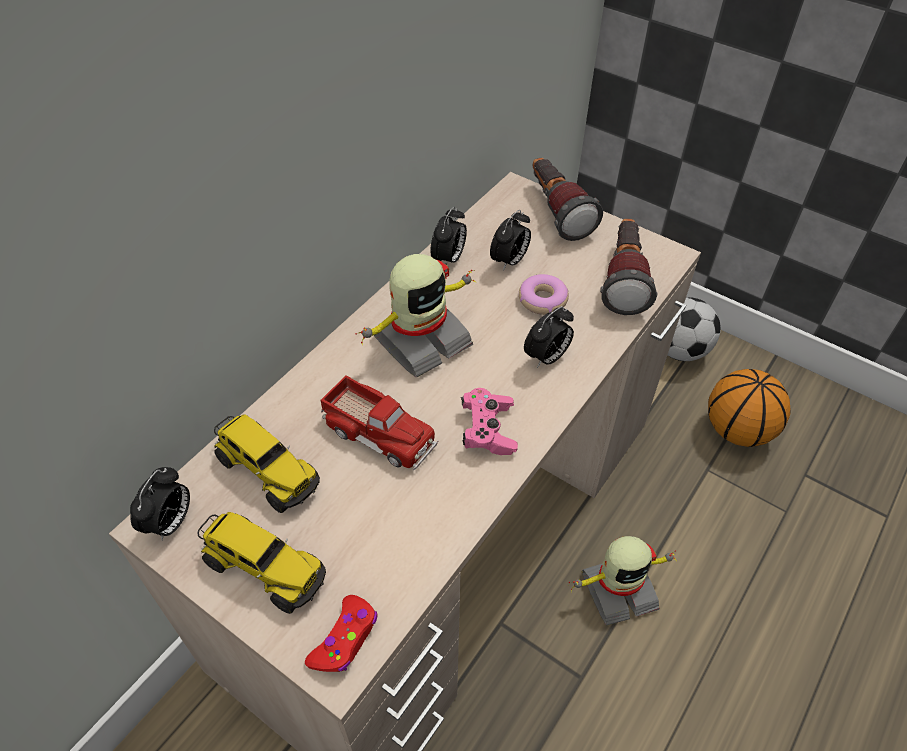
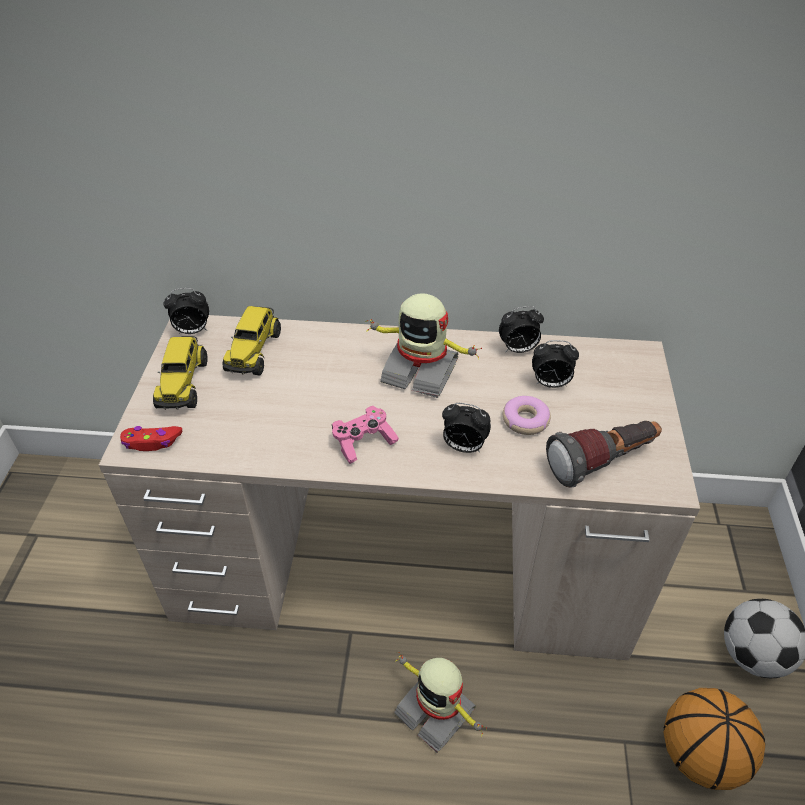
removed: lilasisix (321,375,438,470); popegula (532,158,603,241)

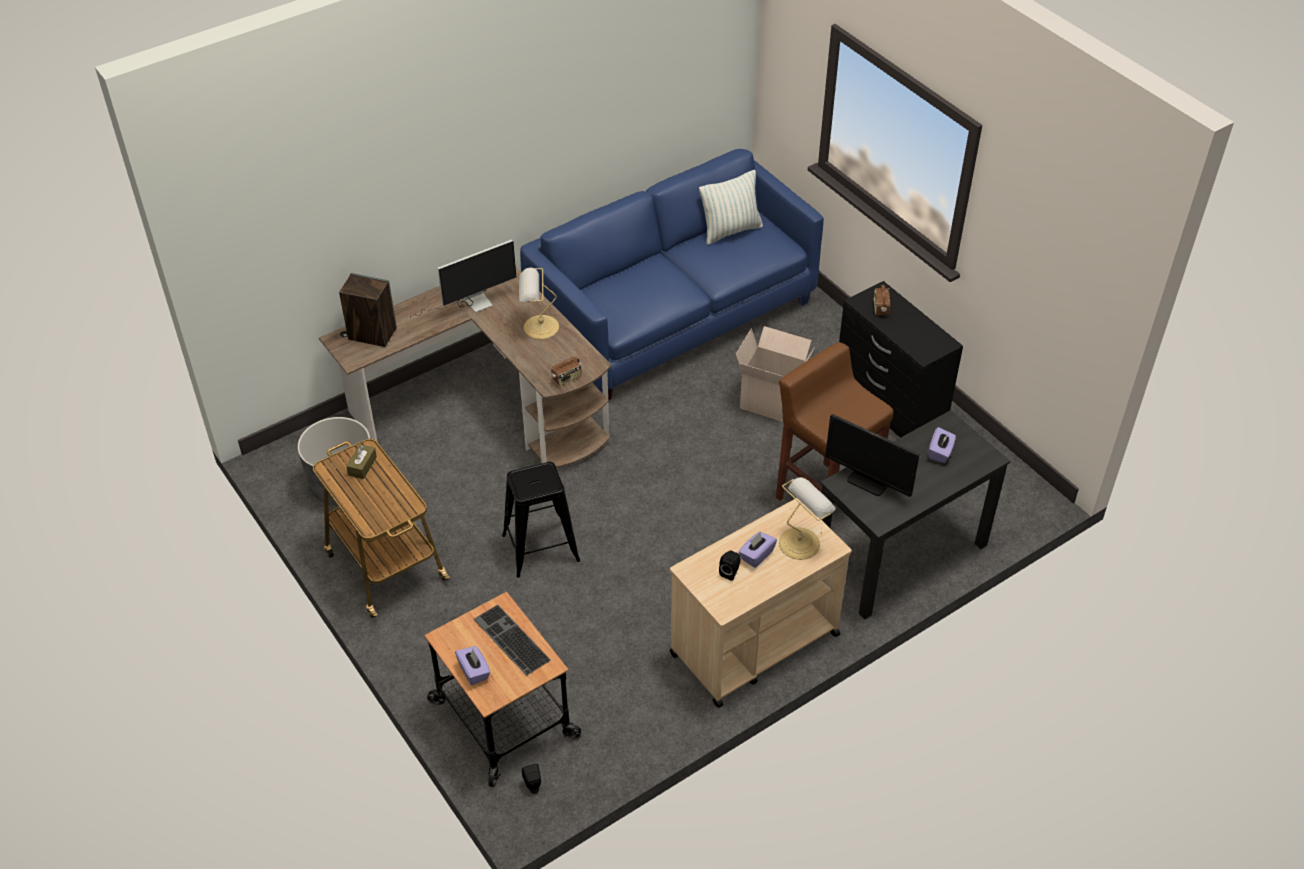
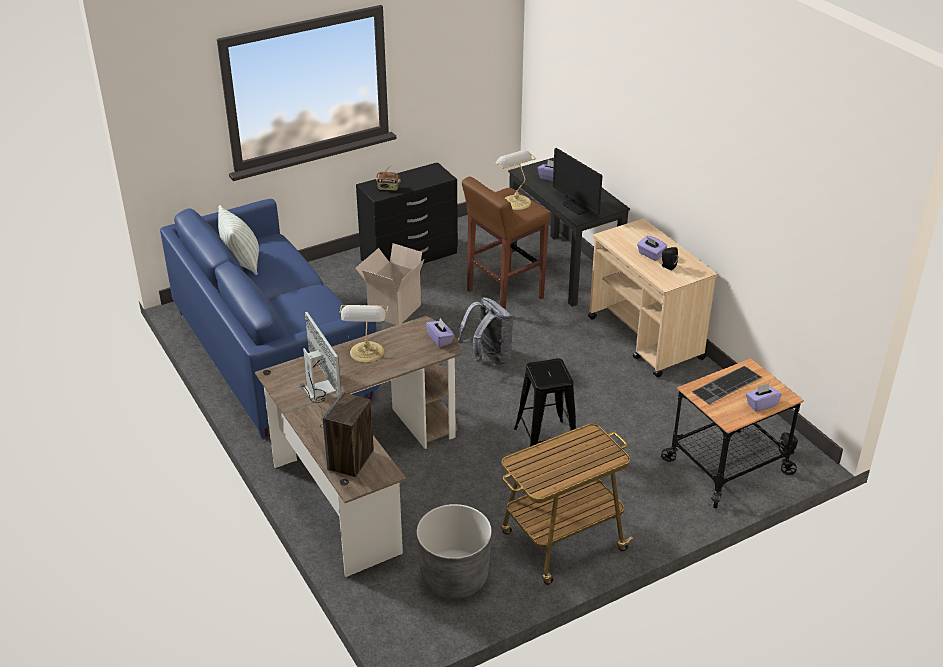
removed: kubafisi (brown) (346,444,377,479)
added: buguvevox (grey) (458,297,514,365)
moved: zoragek (779,477,835,560) to (496,150,536,210)
replaced: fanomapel (551,350,582,386) to kubafisi (purple) (426,318,454,347)
turned: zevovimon (825,414,920,497) = (553,148,602,215) 105 degrees clockwise

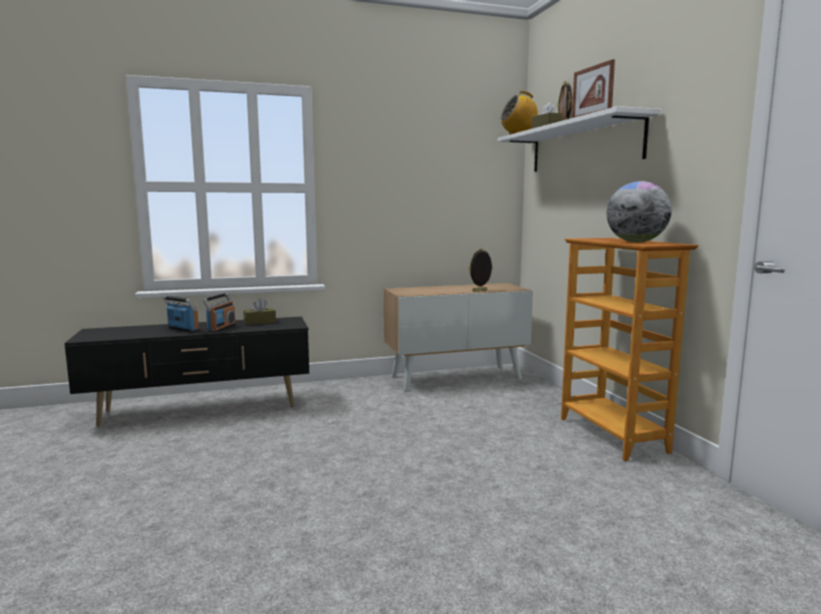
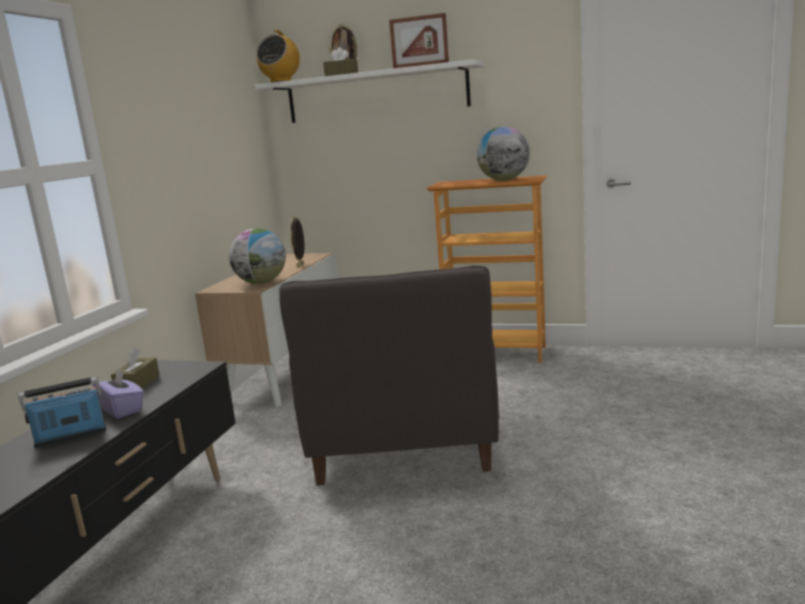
added: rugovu (229,228,286,284); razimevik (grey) (279,266,499,485)
replaced: fanomapel (202,293,236,332) to kubafisi (purple) (93,368,144,419)

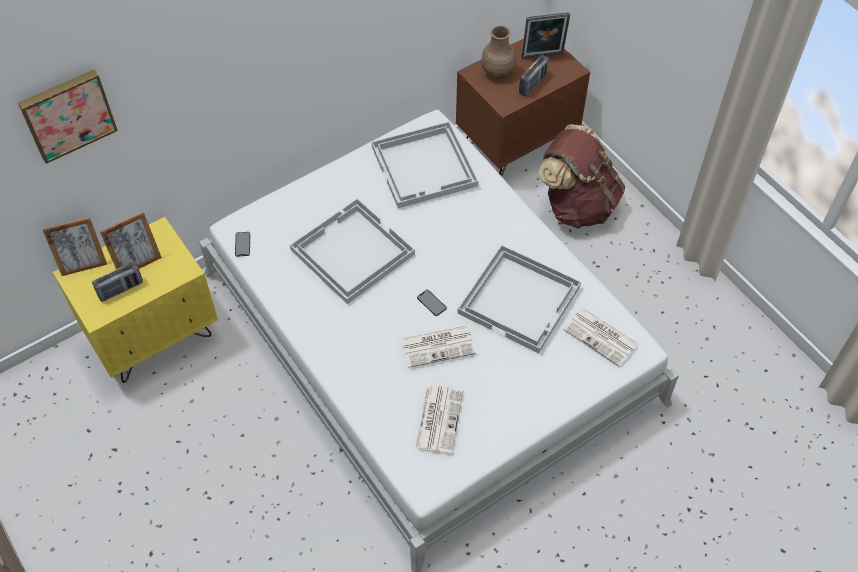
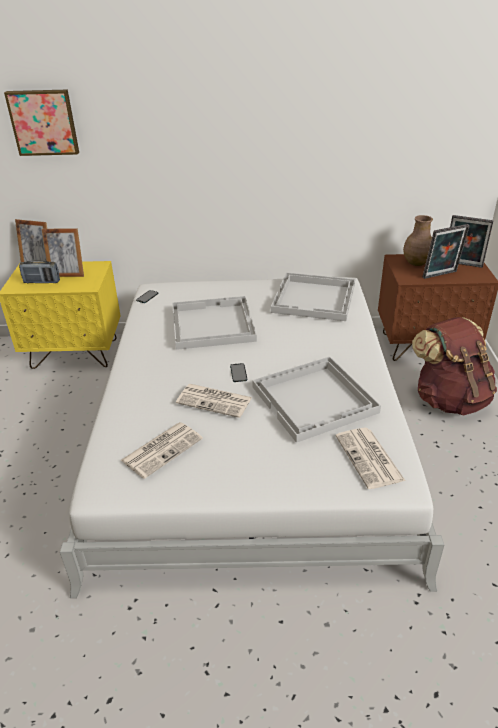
replaced: fanomapel (519,55,549,96) to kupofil (423,224,470,279)

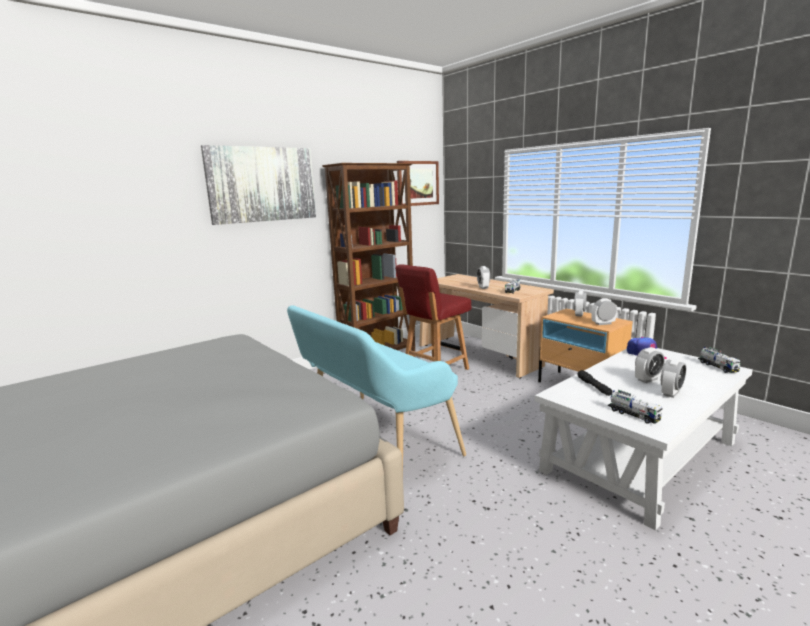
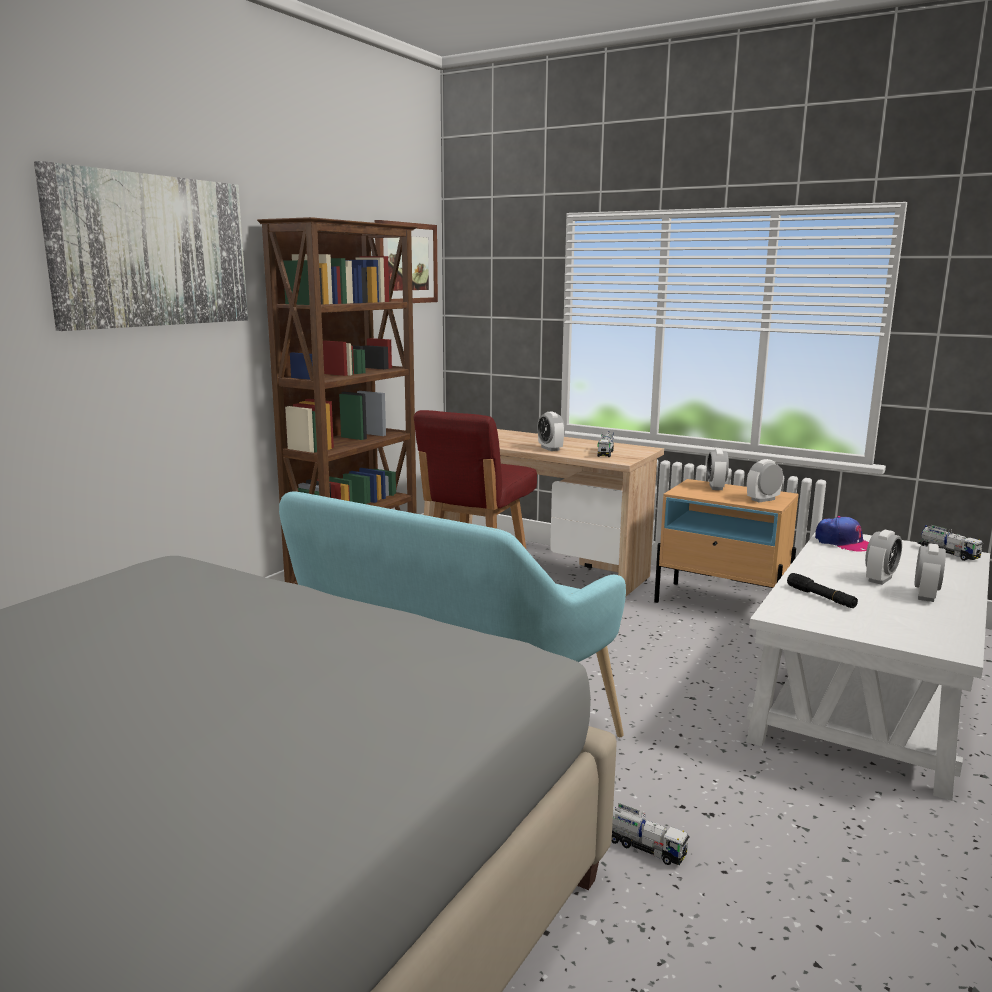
moved: lilasisix (608,390,663,424) to (612,803,690,865)

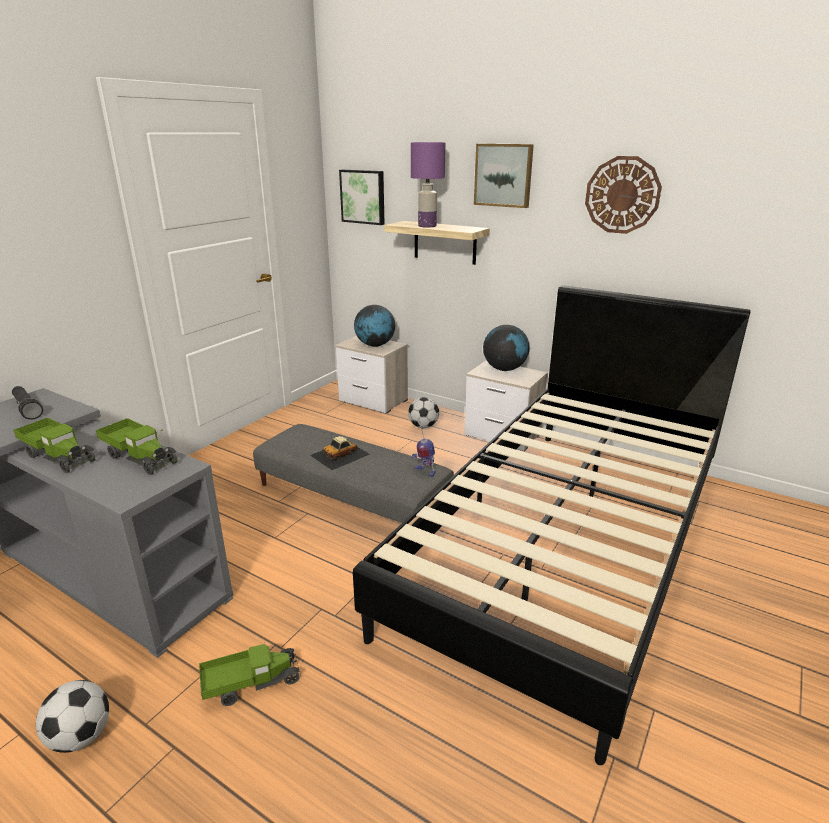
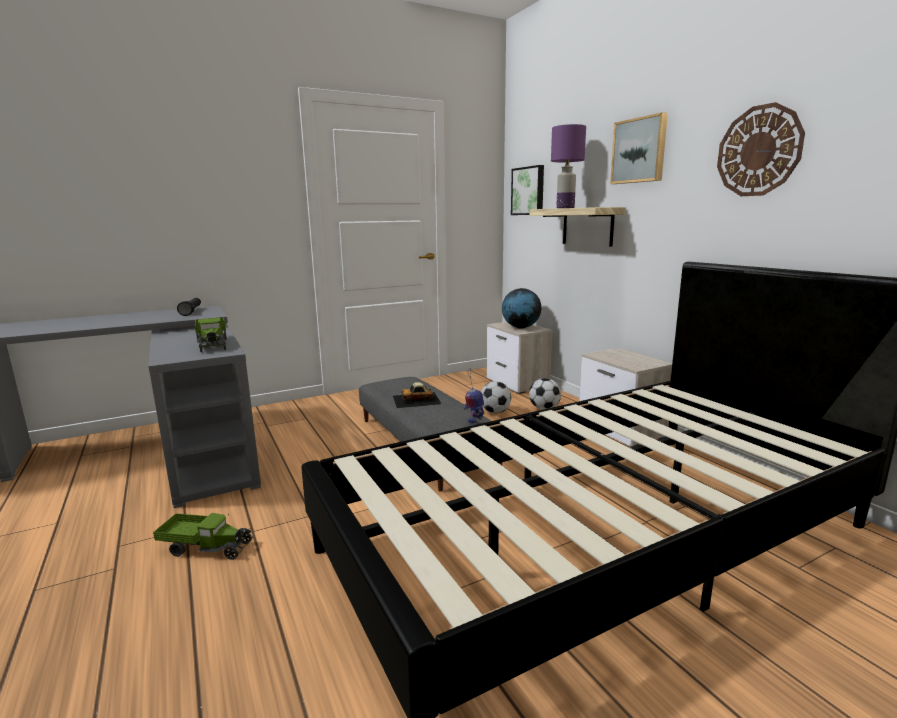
removed: lilasisix (13,418,96,473); rugovu (483,325,530,371)
moved: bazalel (36,680,109,753) to (481,381,511,414)

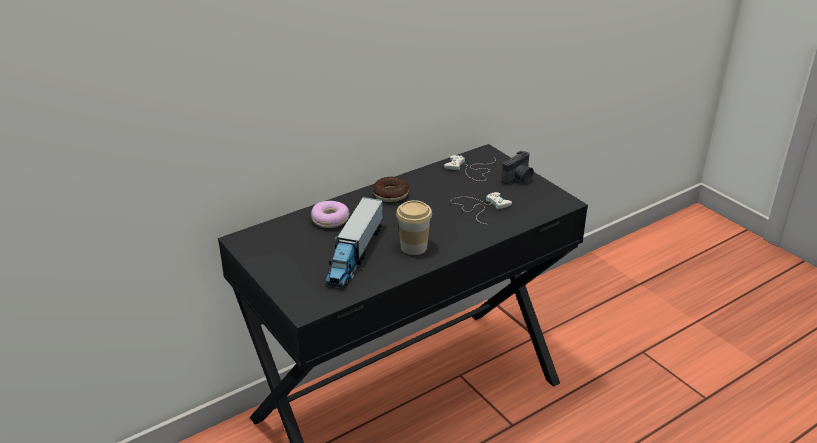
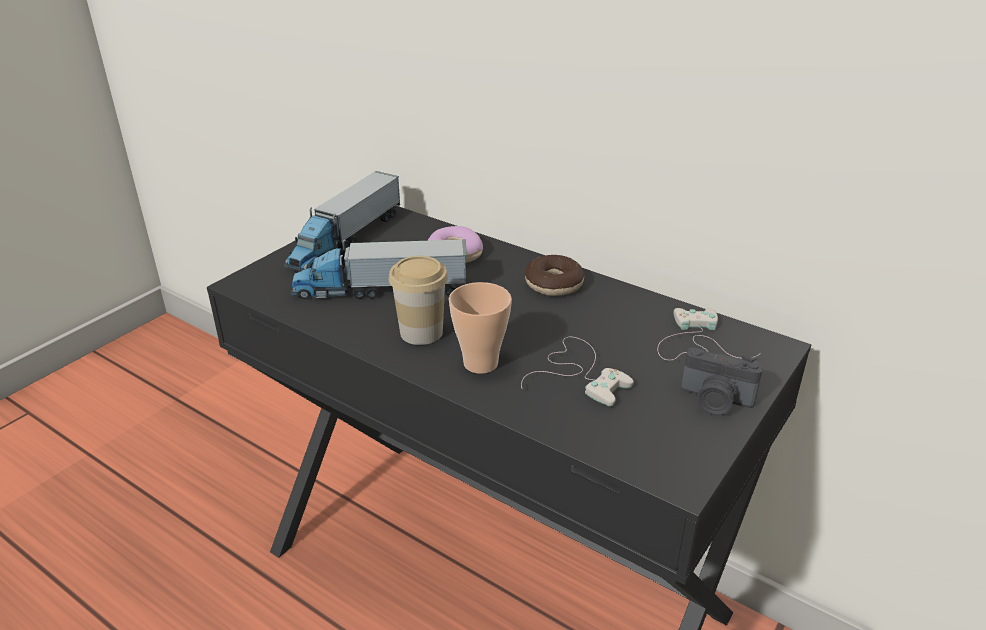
added: lilasisix (284,171,400,271); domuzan (449,282,512,374)

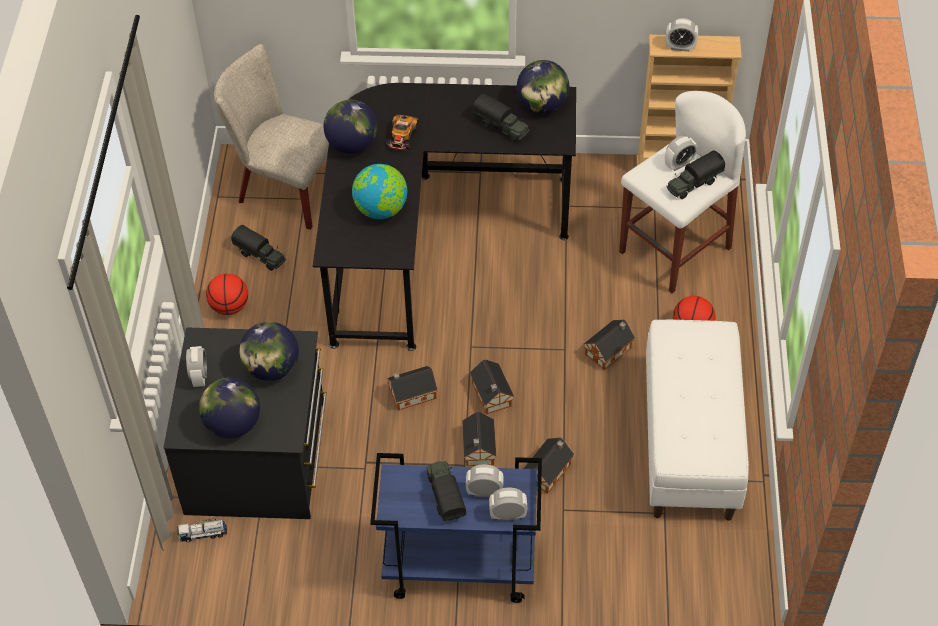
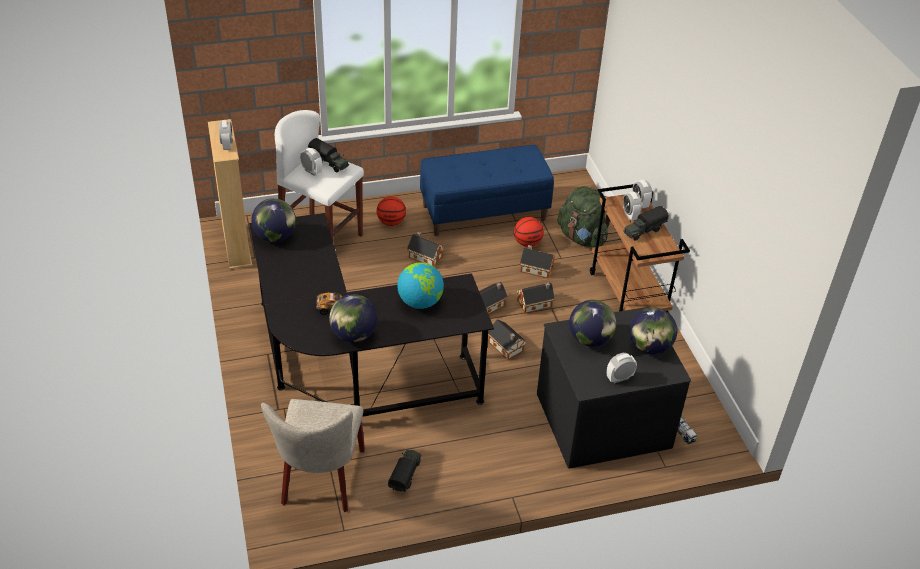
removed: lilasisix (473,93,529,142)
added: buguvevox (green) (558,186,611,247)
moved: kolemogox (206,273,248,315) to (514,217,544,247)
recoloured: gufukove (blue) (370,453,542,603) to gufukove (brown) (590,184,690,312); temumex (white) (646,320,749,520) to temumex (blue) (420,145,554,236)

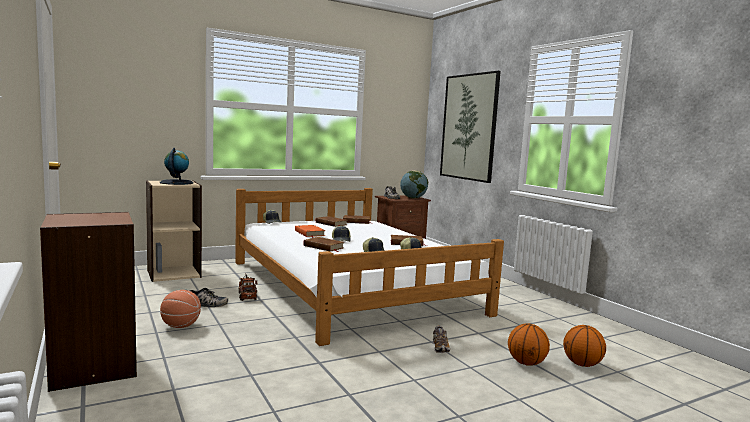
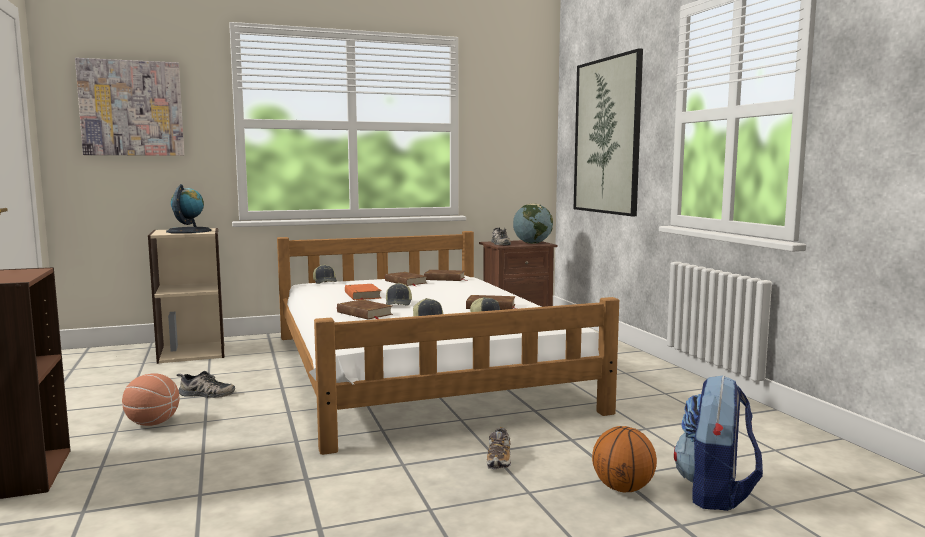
removed: lilasisix (239,275,257,301)
added: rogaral (75,58,184,156)
replaced: kolemogox (563,325,606,367) to buguvevox (674,375,763,511)

